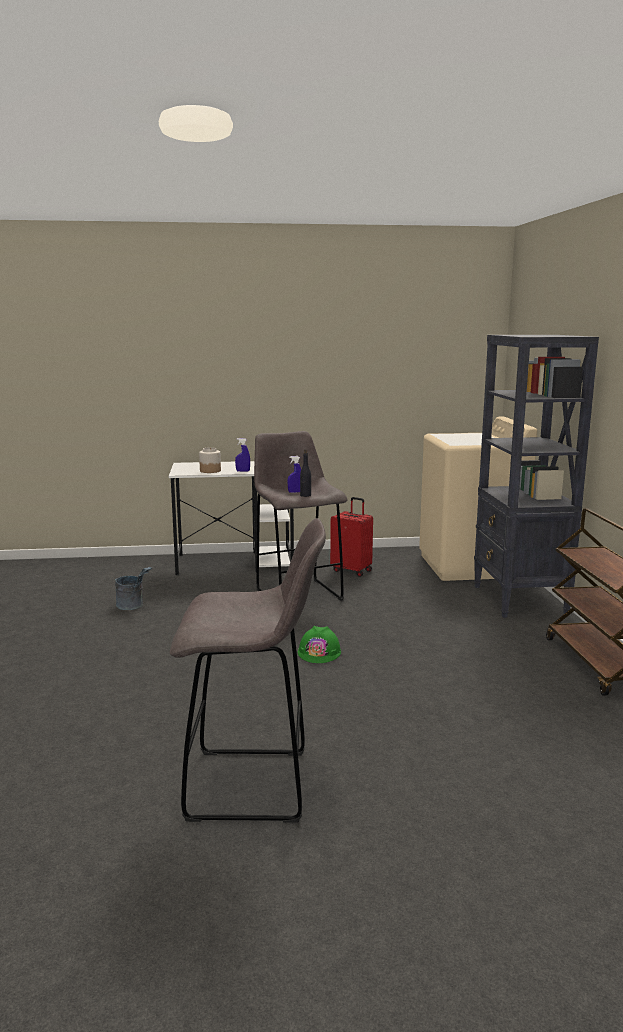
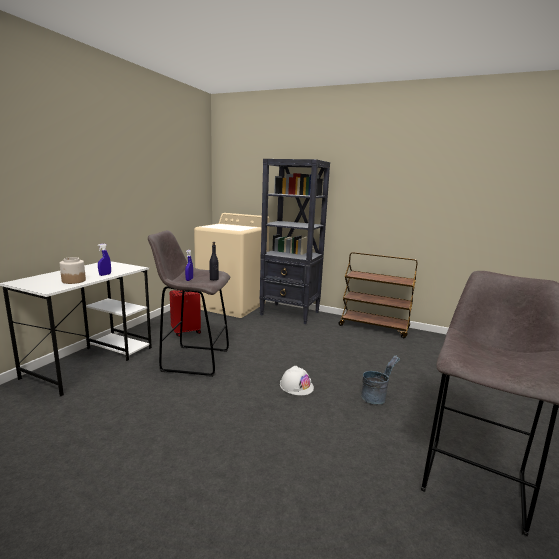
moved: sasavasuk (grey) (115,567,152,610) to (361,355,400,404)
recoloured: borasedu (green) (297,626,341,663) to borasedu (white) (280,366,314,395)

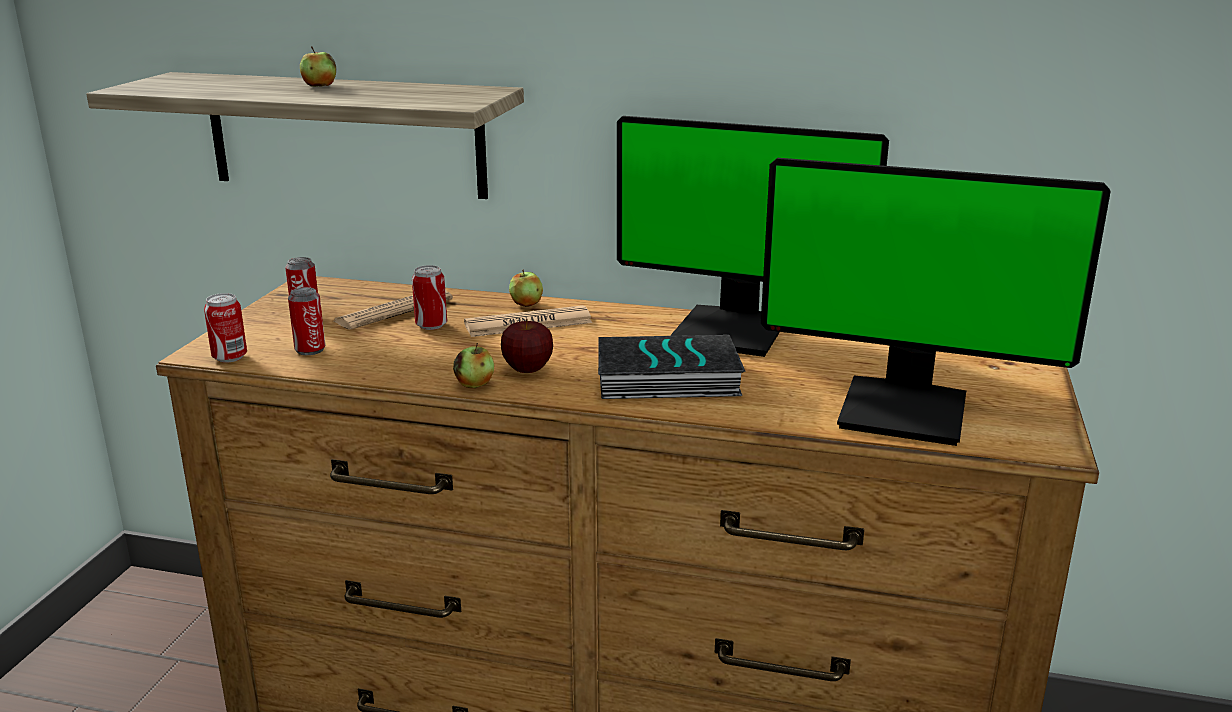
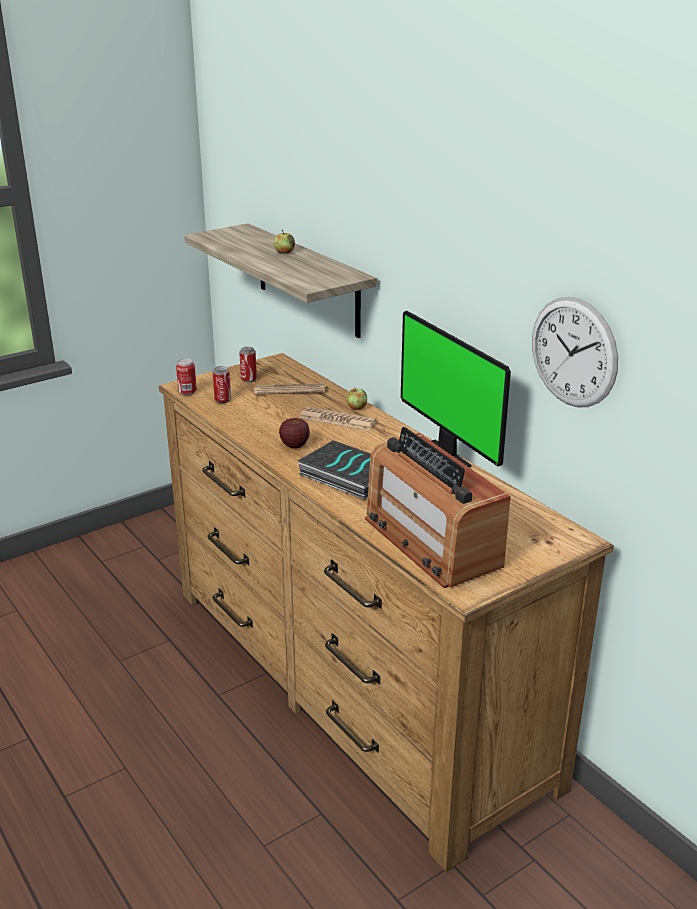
removed: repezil (412,265,447,330); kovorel (453,343,494,388)
added: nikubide (532,296,618,407)
replaced: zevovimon (761,158,1111,446) to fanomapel (365,427,511,588)

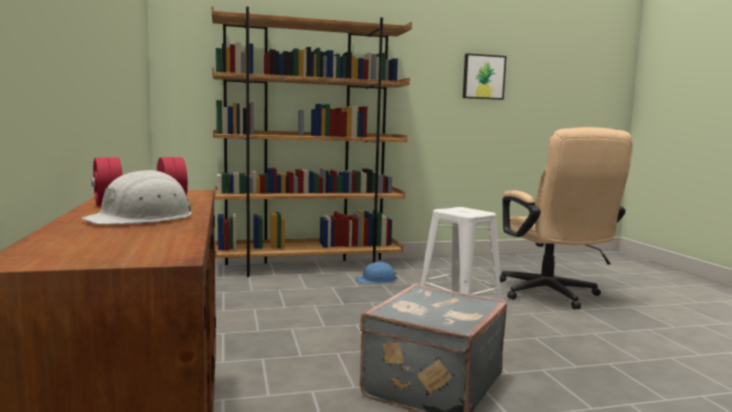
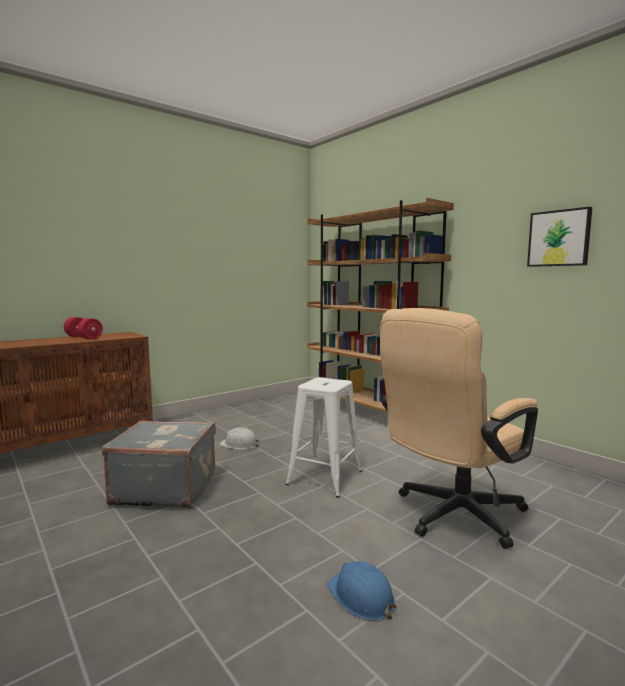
moved: borasedu (white) (81,170,192,225) to (219,427,260,450); borasedu (blue) (356,262,398,284) to (327,561,397,621)

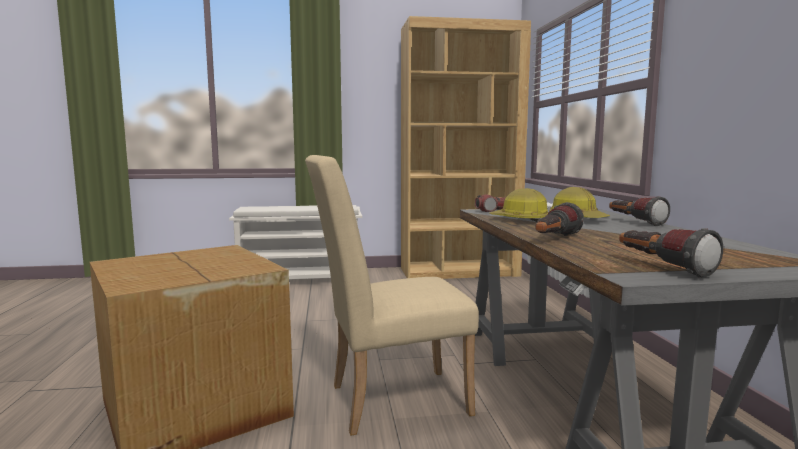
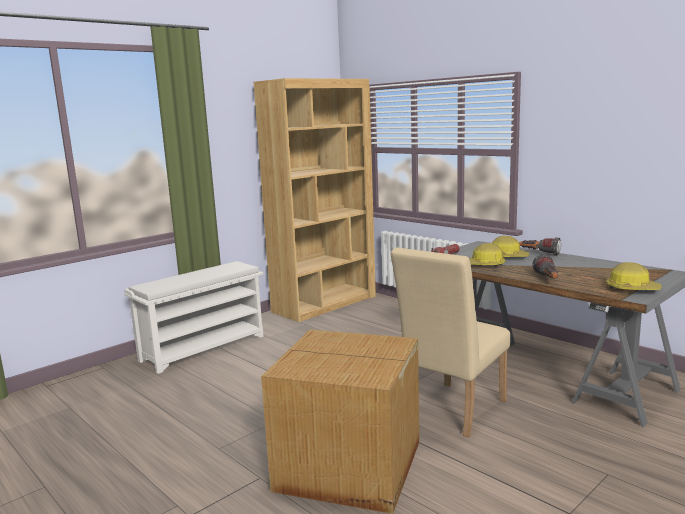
replaced: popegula (619,228,723,278) to borasedu (606,262,662,290)

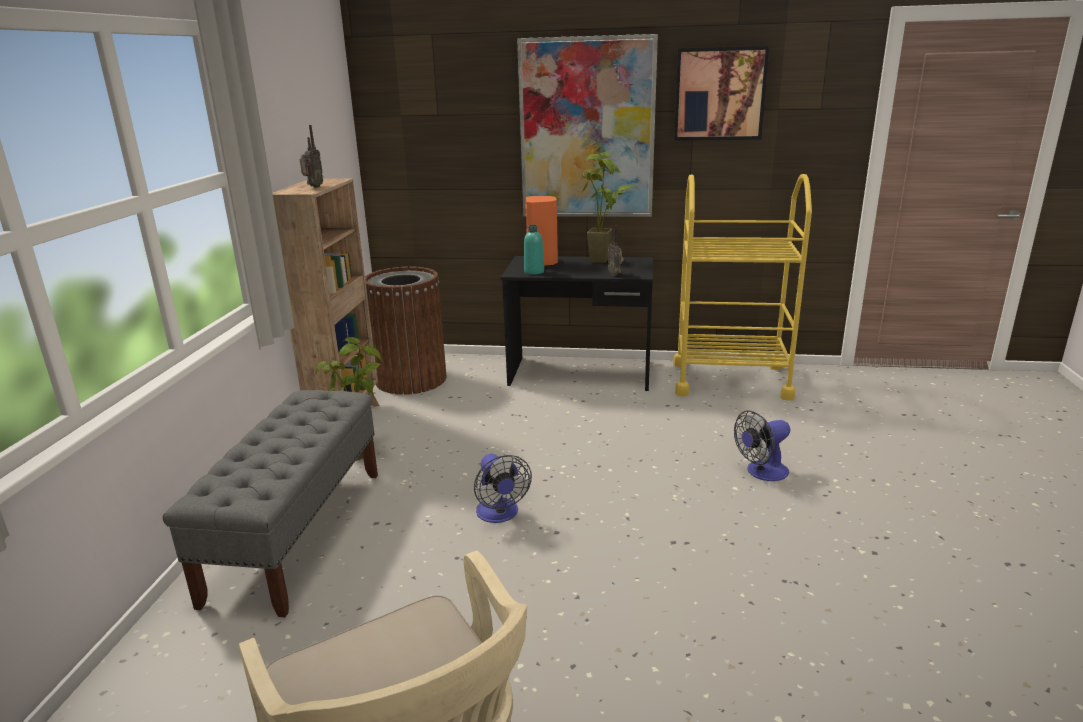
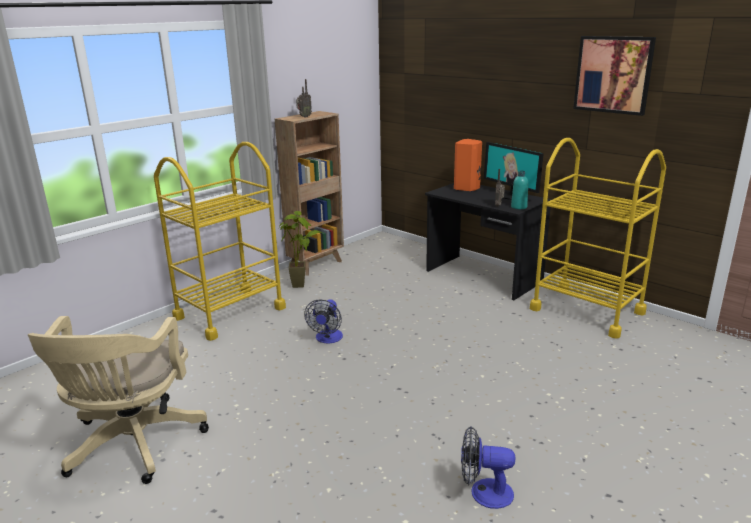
removed: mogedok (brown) (365,266,446,395); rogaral (517,34,658,217)
moved: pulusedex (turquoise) (524,225,544,275) to (511,171,528,209); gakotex (734,411,790,481) to (461,426,515,509)
replaced: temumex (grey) (163,390,378,617) to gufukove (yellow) (154,142,286,341); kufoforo (580,152,638,263) to zevovimon (484,142,544,200)

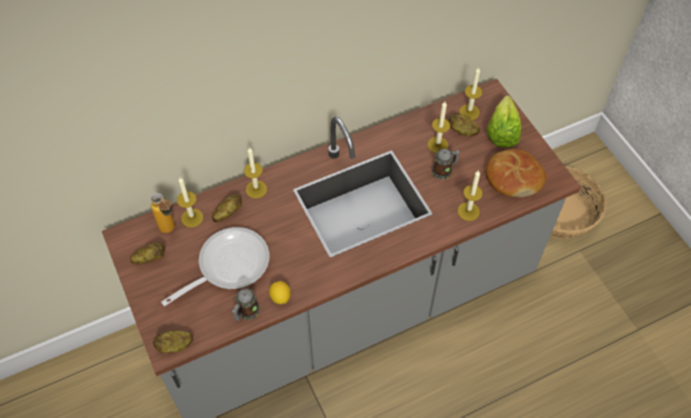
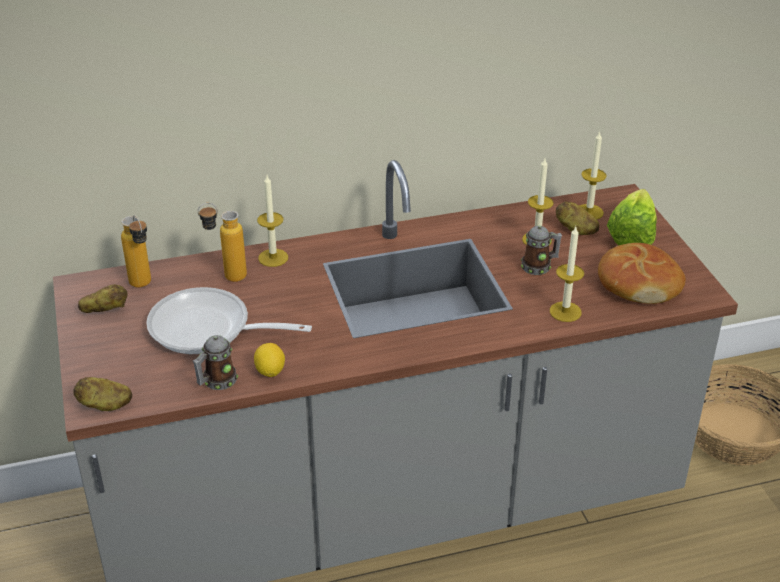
removed: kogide (177,177,203,227)
replaced: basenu (212,194,242,222) to pulusedex (198,203,247,282)
turned: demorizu (161,227,269,306) = (146,287,312,354) 135 degrees counterclockwise

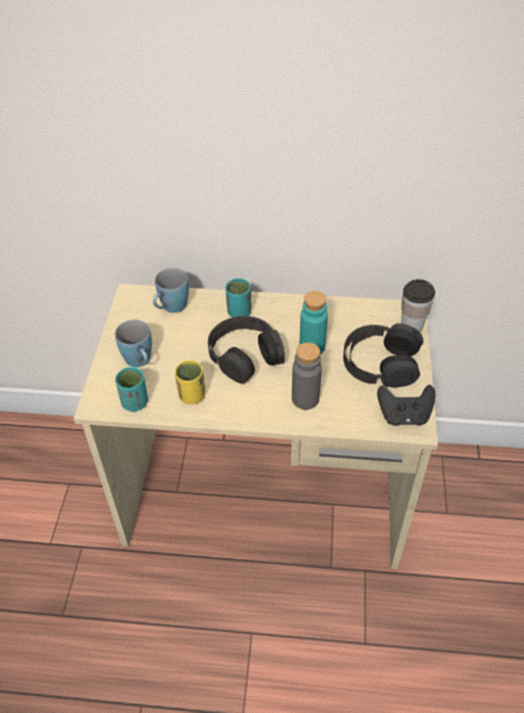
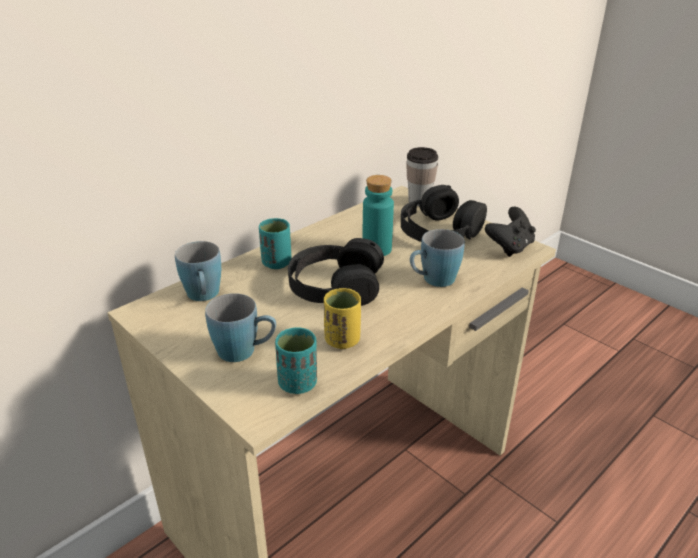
replaced: pulusedex (grey) (292,342,322,410) to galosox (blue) (410,229,465,287)

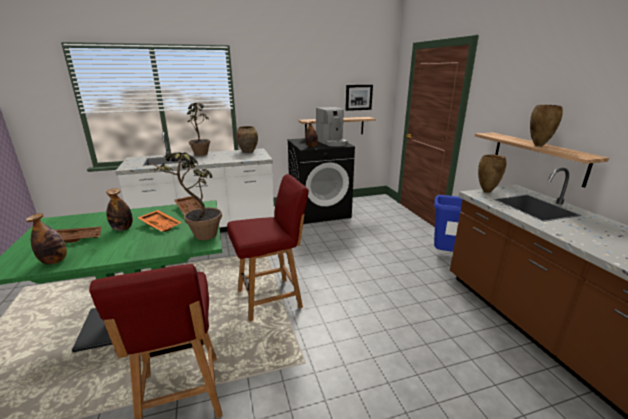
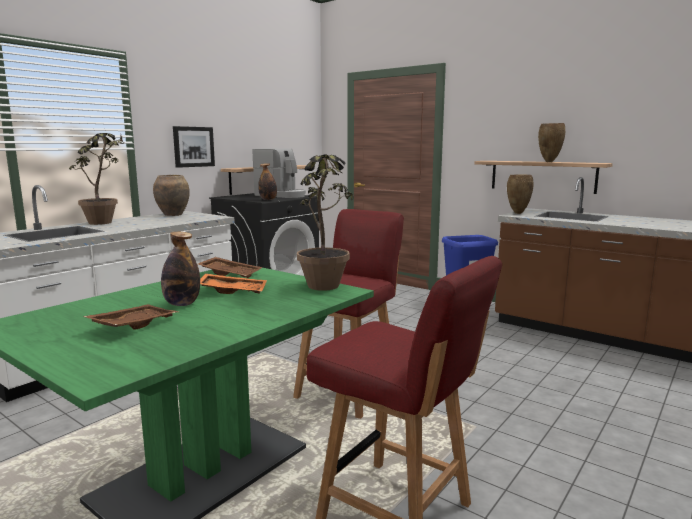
removed: pulusedex (26,213,67,265)
moved: rogaral (345,85,373,111) to (173,126,215,168)

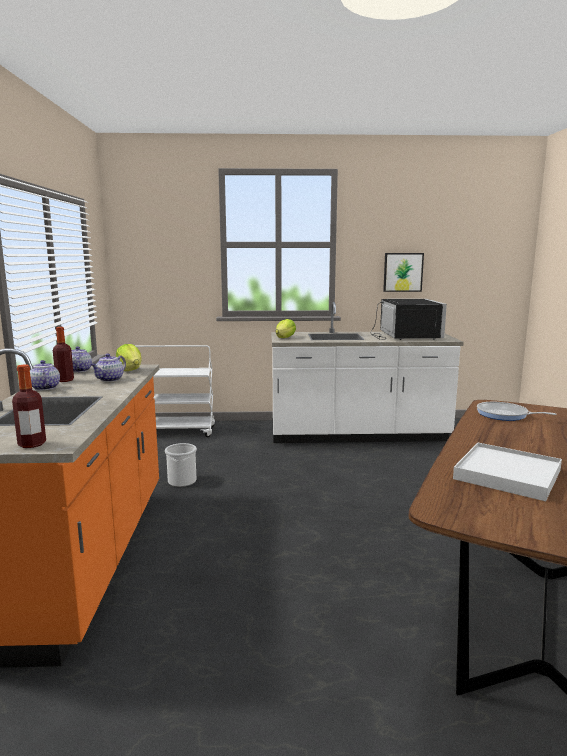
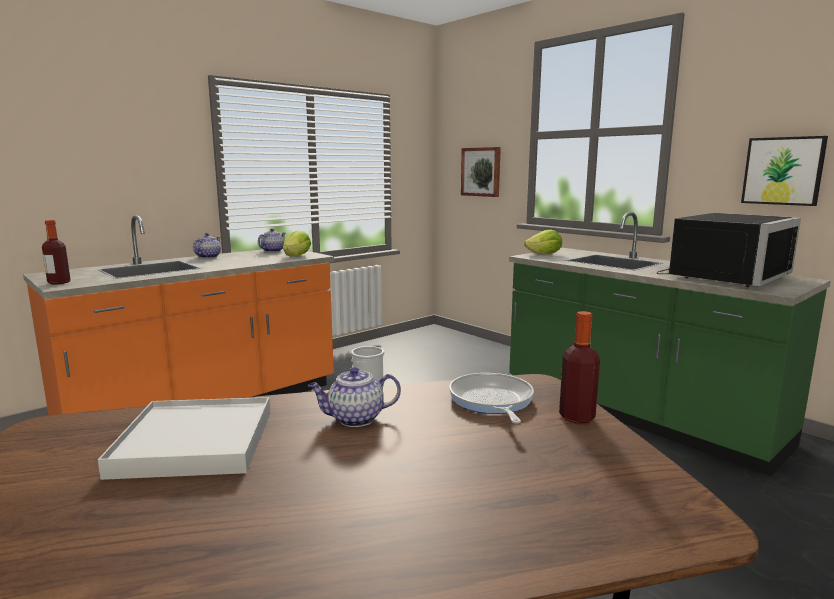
removed: gufukove (white) (136,345,215,437)
added: rogaral (461,147,501,197)
moved: pulusedex (53,327,74,382) to (559,311,600,424); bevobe (91,354,126,382) to (308,367,401,427)
recoloured: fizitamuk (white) (271,302,464,443) to fizitamuk (green) (509,212,831,476)

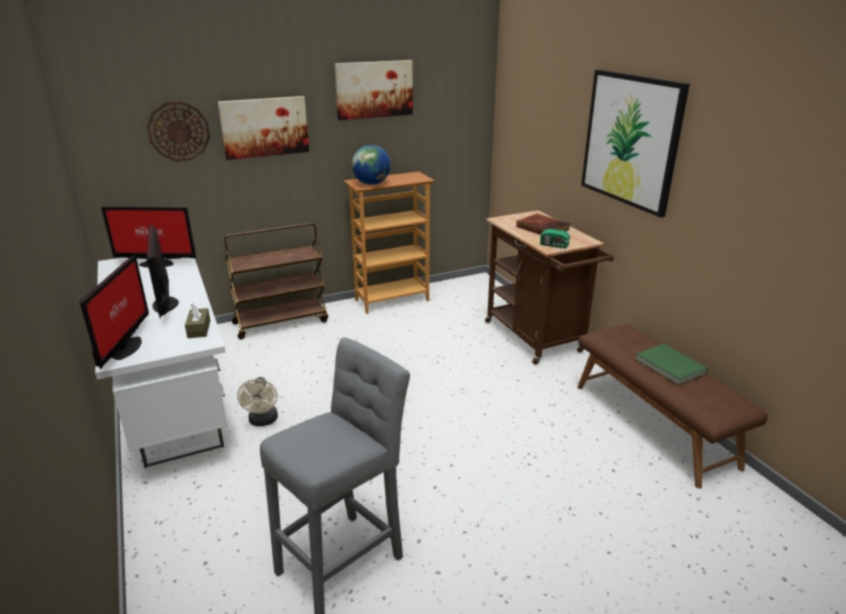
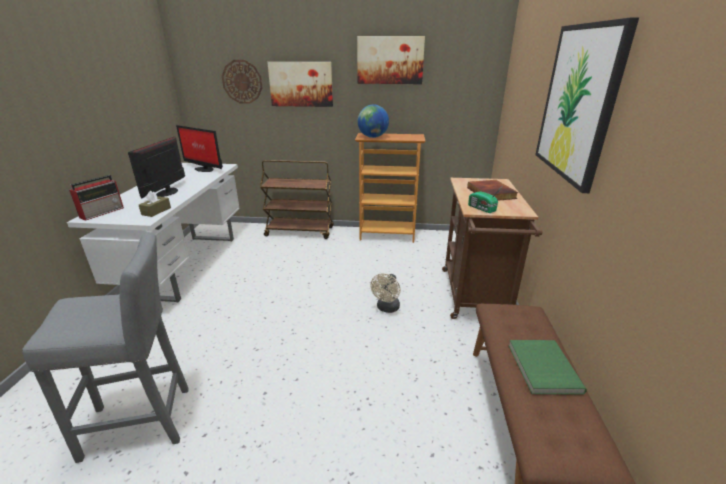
moved: gakotex (beige) (237,377,278,426) to (370,273,401,313)
replaced: zevovimon (80,255,149,369) to fanomapel (69,175,124,221)

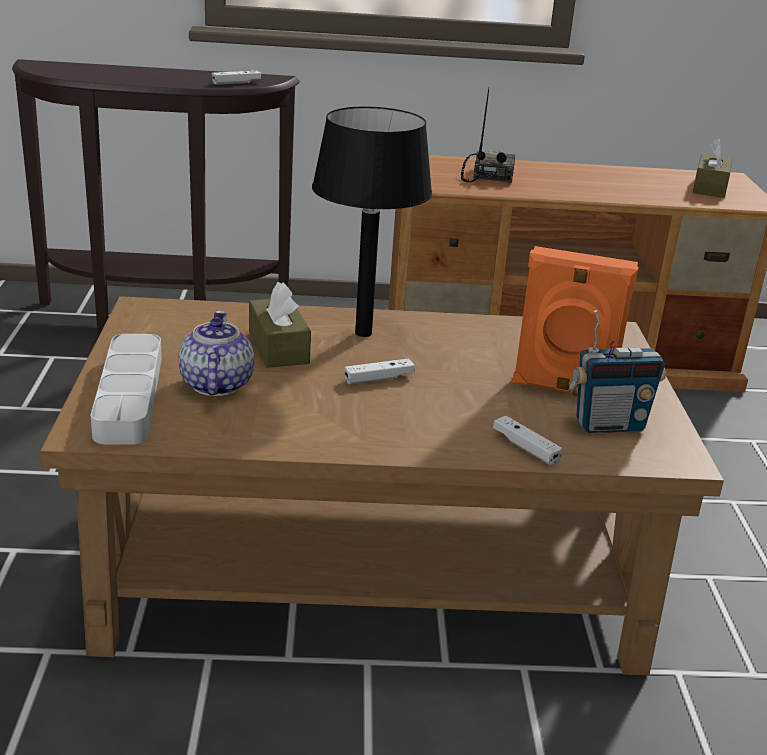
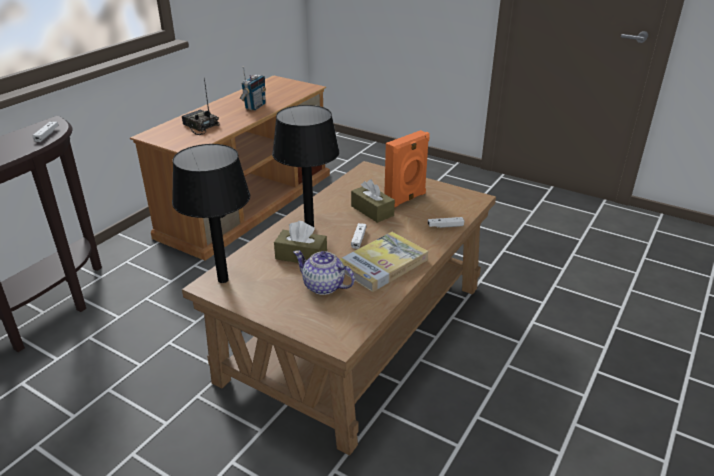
removed: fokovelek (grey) (91,334,162,444)
added: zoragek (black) (172,144,250,283); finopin (340,232,428,292)
moved: fanomapel (569,310,666,433) to (240,66,266,110); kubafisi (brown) (693,138,733,198) to (351,179,395,223)

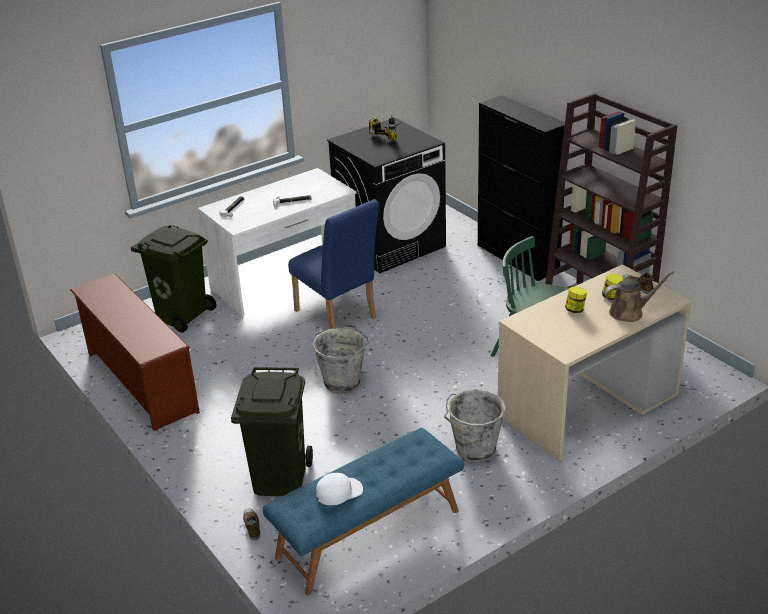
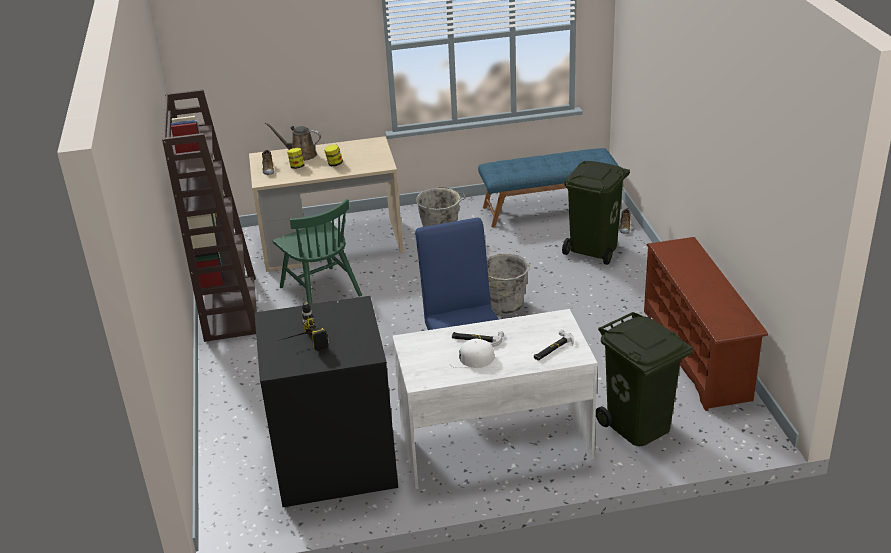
removed: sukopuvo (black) (478,95,565,281)
moved: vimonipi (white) (316,473,363,505) to (448,339,494,368)

